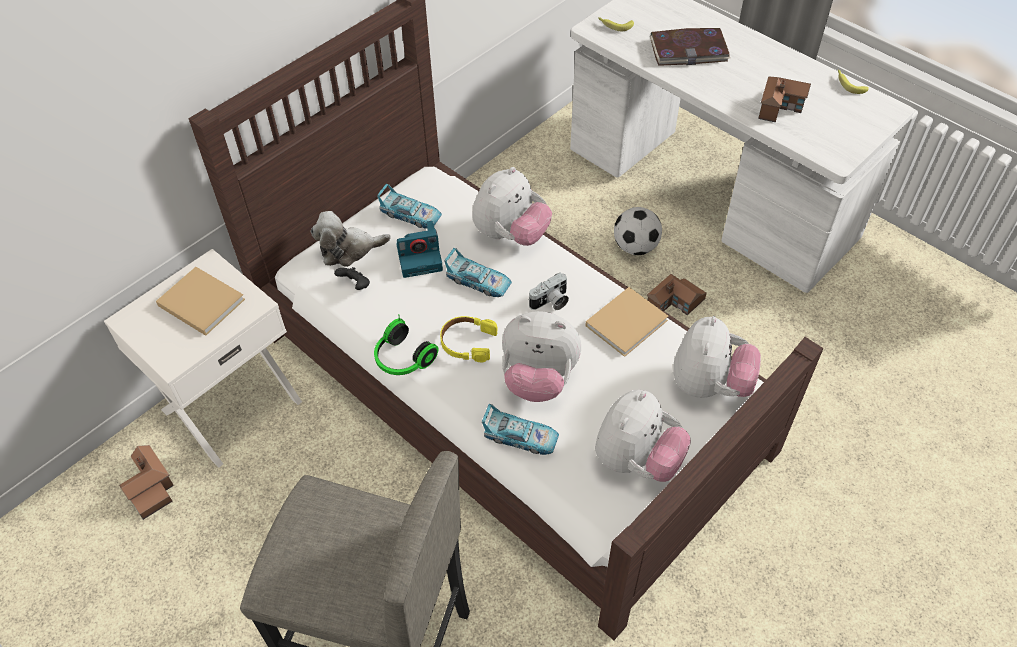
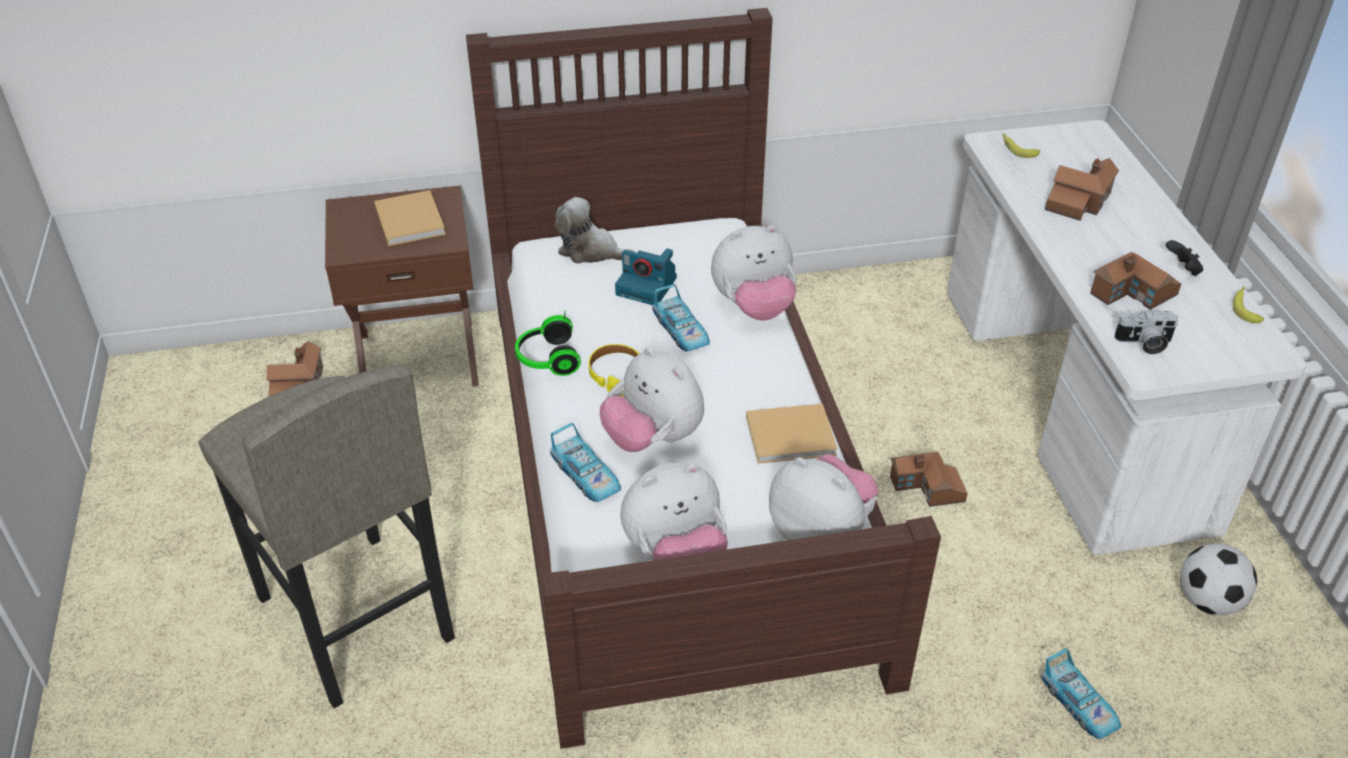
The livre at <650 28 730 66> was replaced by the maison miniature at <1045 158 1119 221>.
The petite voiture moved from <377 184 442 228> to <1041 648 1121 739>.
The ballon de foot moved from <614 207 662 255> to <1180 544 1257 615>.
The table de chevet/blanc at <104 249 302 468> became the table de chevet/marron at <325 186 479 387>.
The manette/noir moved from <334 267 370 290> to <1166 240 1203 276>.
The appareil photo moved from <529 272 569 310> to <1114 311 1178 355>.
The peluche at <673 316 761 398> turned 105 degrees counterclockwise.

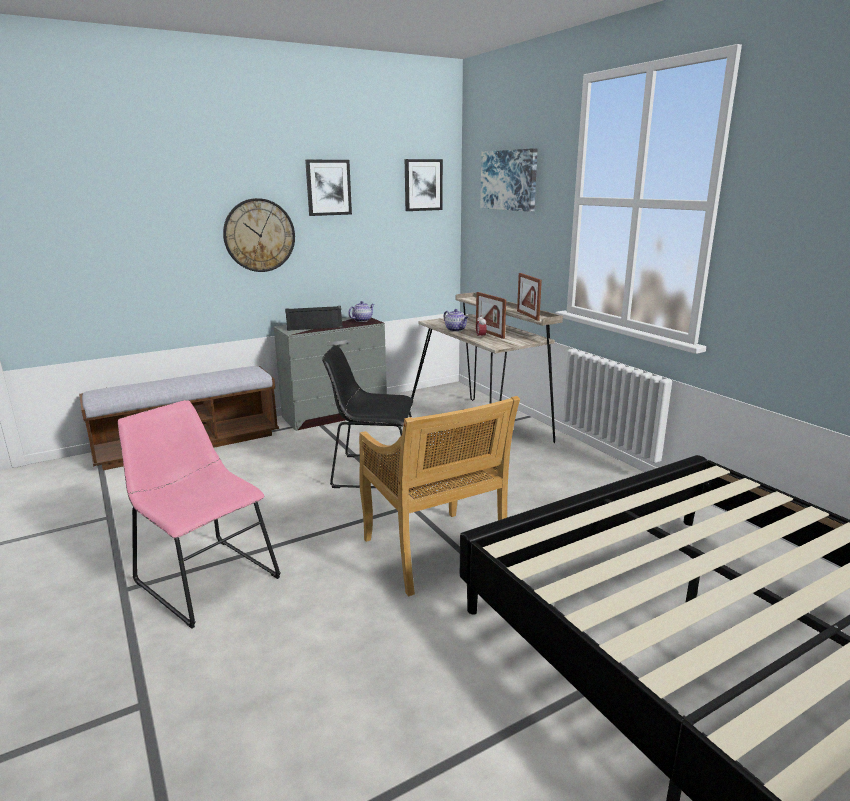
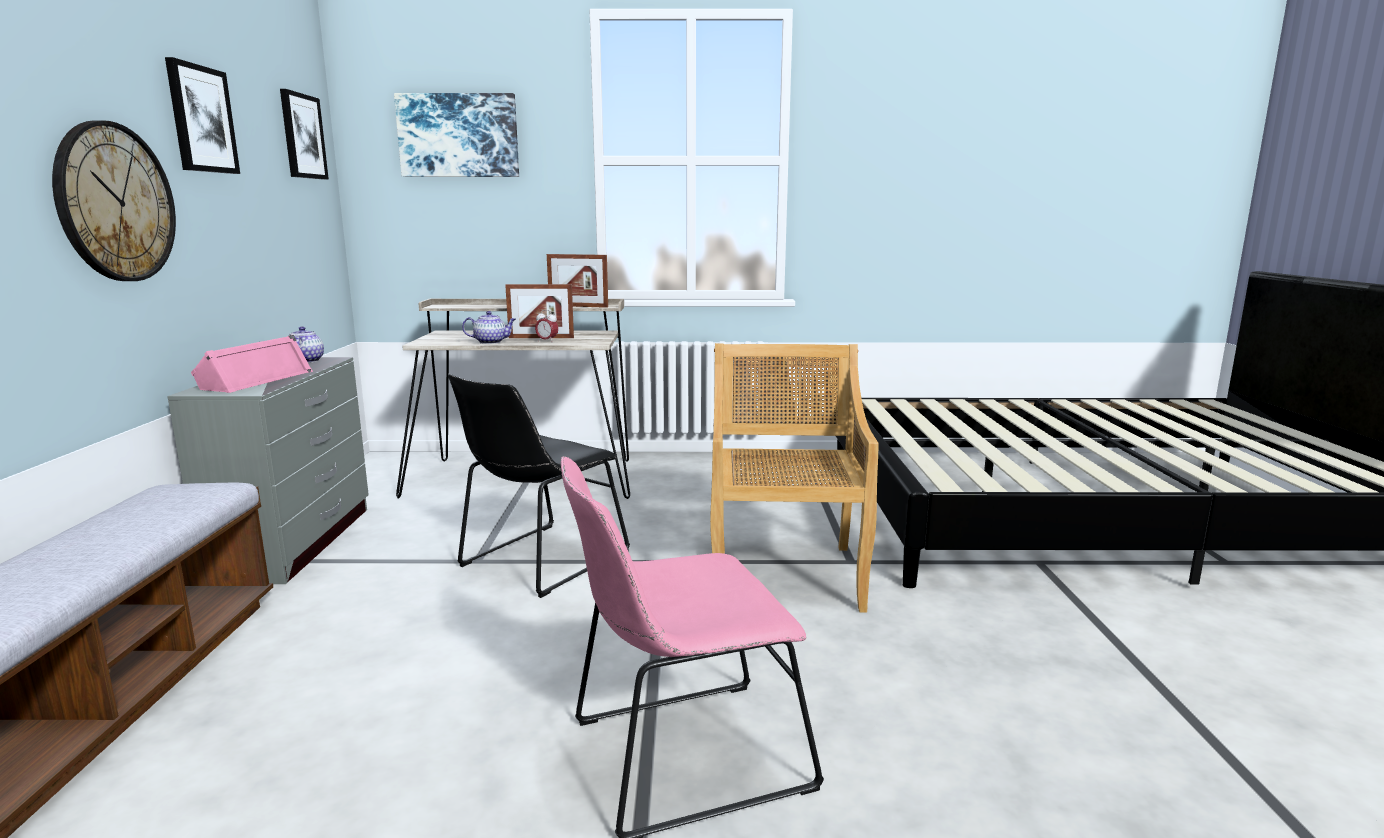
The enceinte/noir at <285 306 343 331> became the enceinte/rose at <191 335 313 393>.
The chaise/beige at <359 396 520 596> turned 90 degrees counterclockwise.

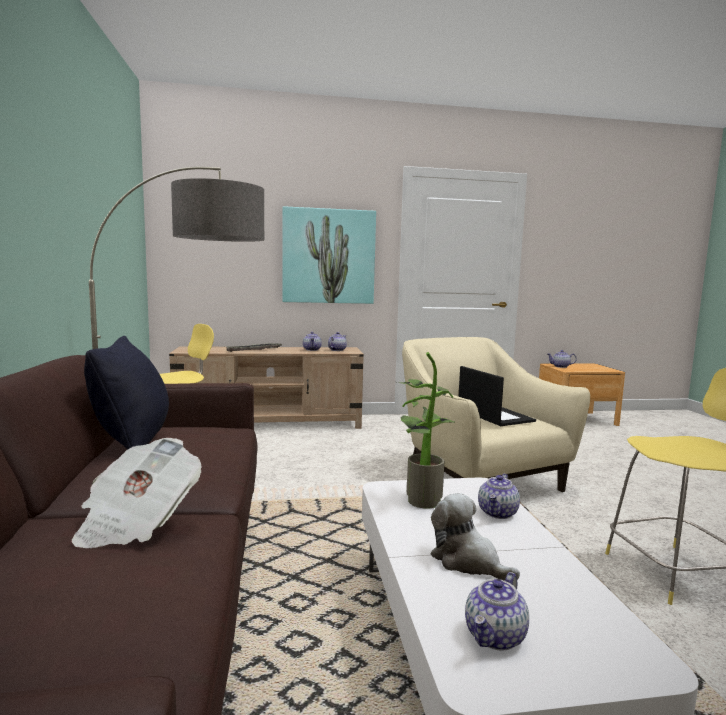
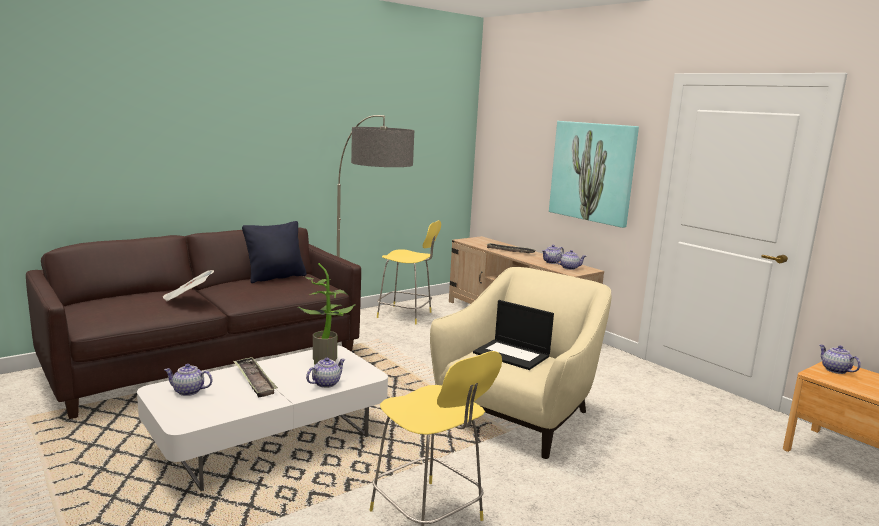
The ordinateur portable at <458 366 536 426> turned 90 degrees clockwise.
The théière at <478 474 520 519> turned 135 degrees clockwise.
The peluche at <430 493 520 581> was replaced by the plateau at <233 357 278 398>.

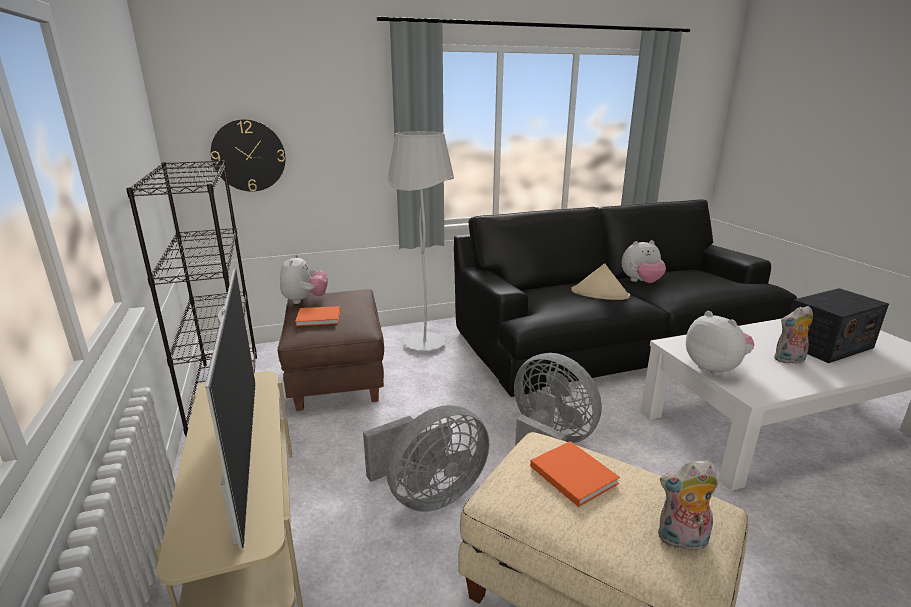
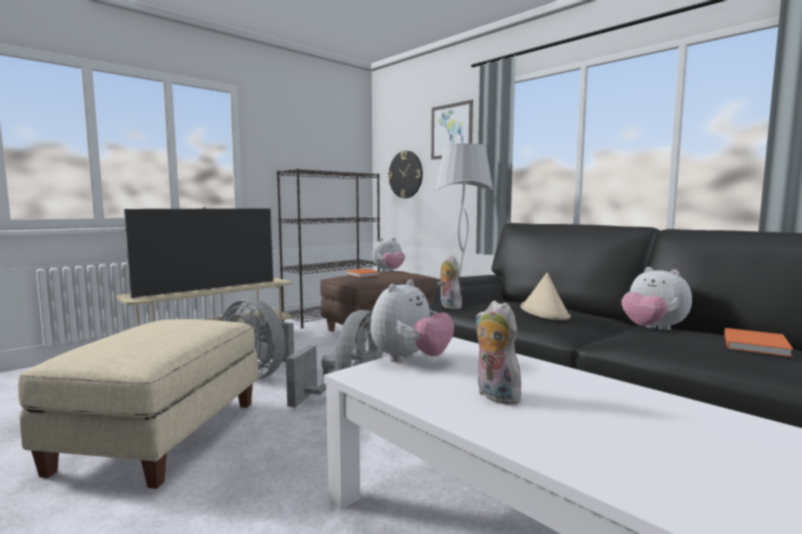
The radio at <790 288 889 363> disappeared.
The livre/orange moved from <530 441 620 507> to <724 328 793 357>.
The peluche moved from <658 460 719 551> to <439 255 462 309>.
The tableau at <431 100 473 160> appeared.

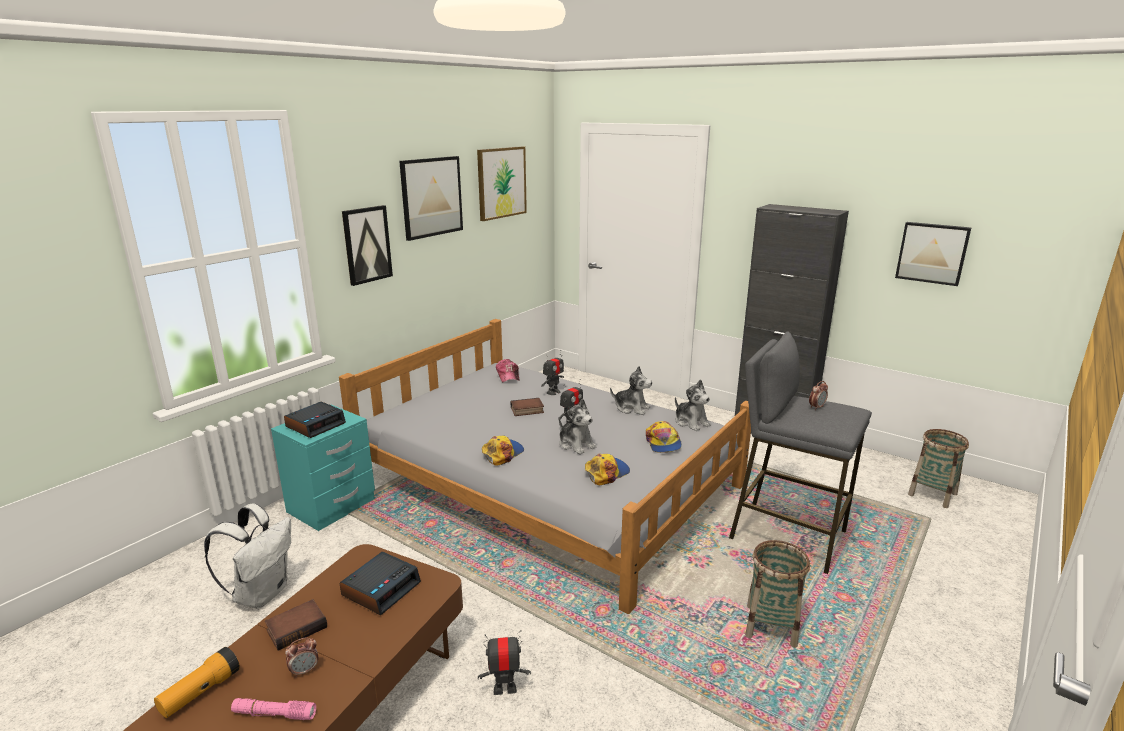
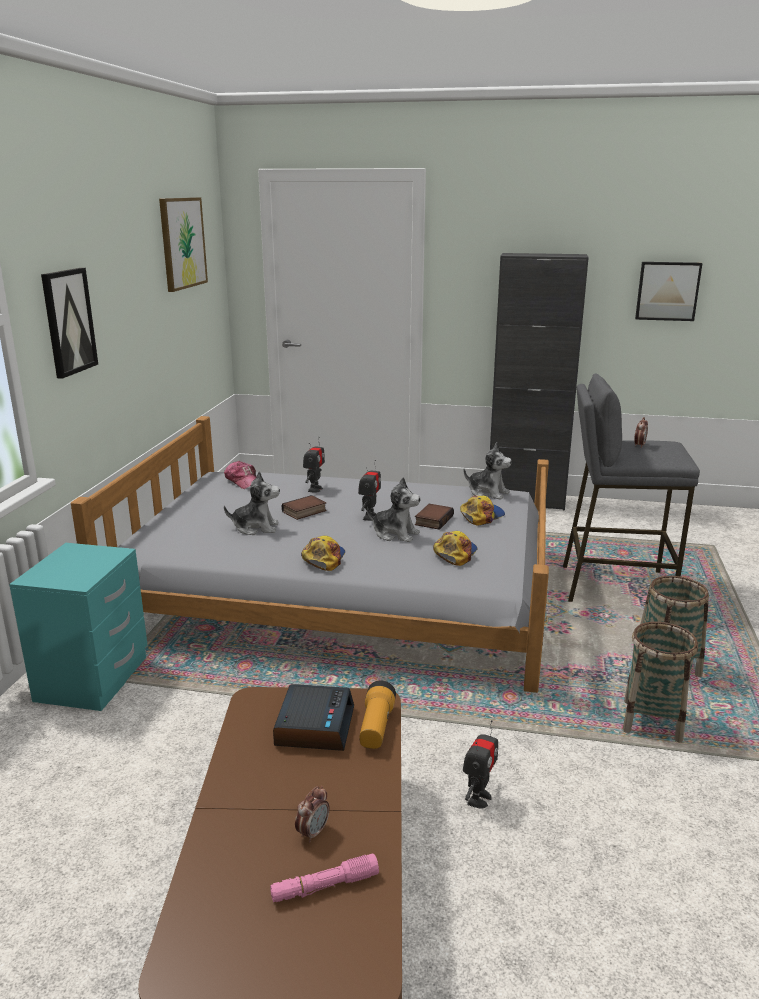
The tableau at <399 156 463 241> disappeared.
The peluche moved from <610 366 652 415> to <224 471 280 535>.
The réveil at <284 402 346 438> disappeared.
The casquette at <646 421 682 453> turned 105 degrees counterclockwise.
The panier moved from <908 429 969 508> to <623 622 698 743>.
The sac à dos/blanc at <204 503 291 609> disappeared.
The livre moved from <265 599 327 651> to <415 504 454 530>.
The robot jouet at <478 630 531 695> turned 150 degrees clockwise.
The lampe de poche moved from <154 647 240 718> to <359 680 396 749>.

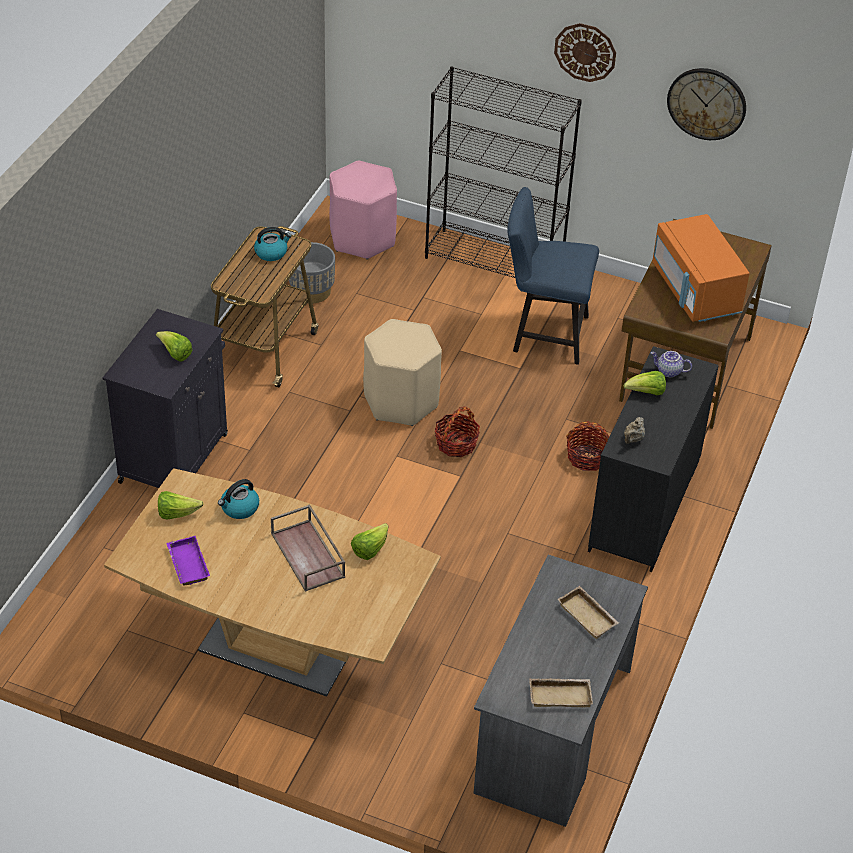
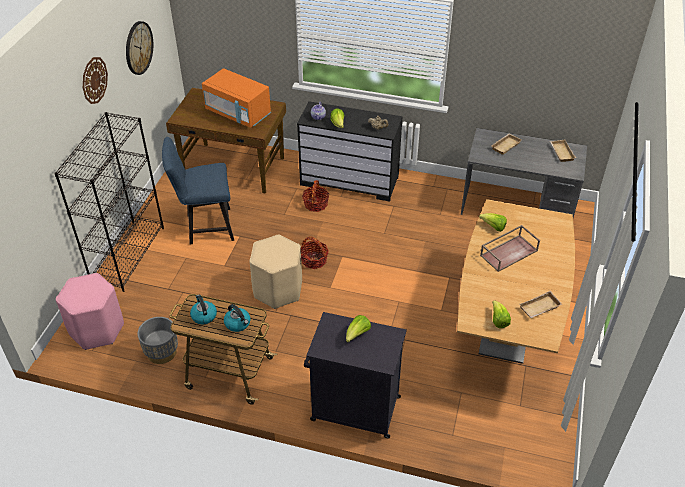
The chaise/bleu at <507 187 599 365> turned 75 degrees clockwise.
The micro-ondes/orange at <652 214 749 322> turned 60 degrees clockwise.
The bouilloire moved from <218 479 259 519> to <224 304 251 332>.
The plateau/violet at <166 536 210 586> became the plateau/beige at <519 291 562 318>.

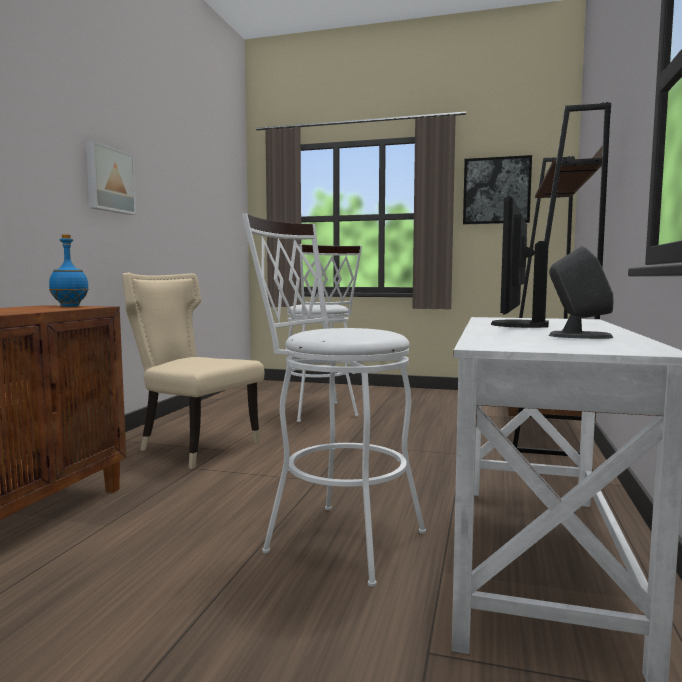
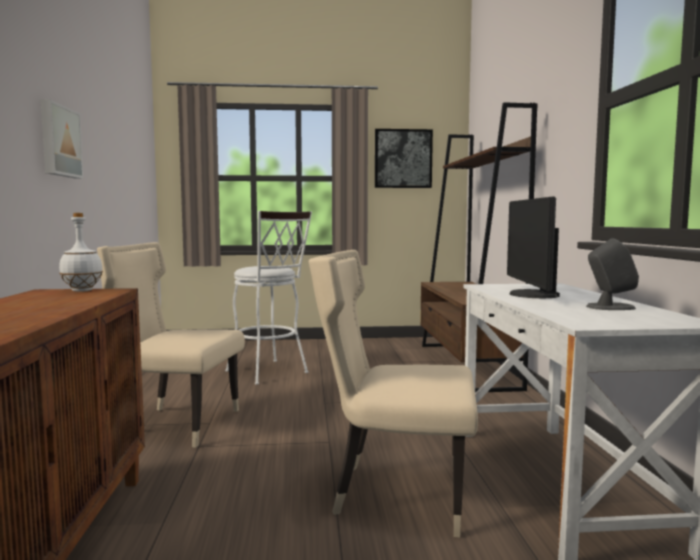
The tabouret/blanc at <242 213 426 587> was replaced by the chaise/beige at <309 250 478 538>.
The bouteille/bleu at <49 234 89 307> became the bouteille/blanc at <59 213 103 292>.

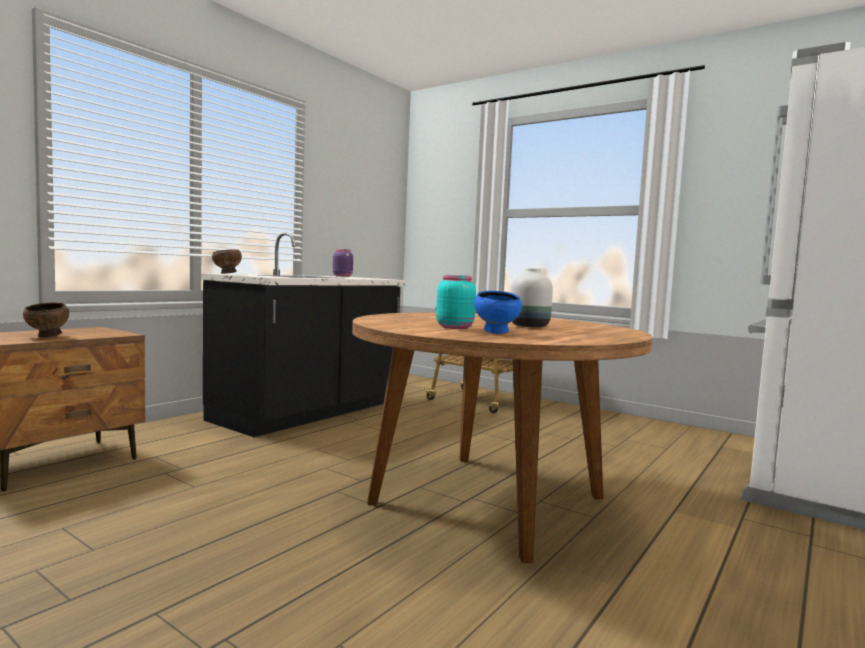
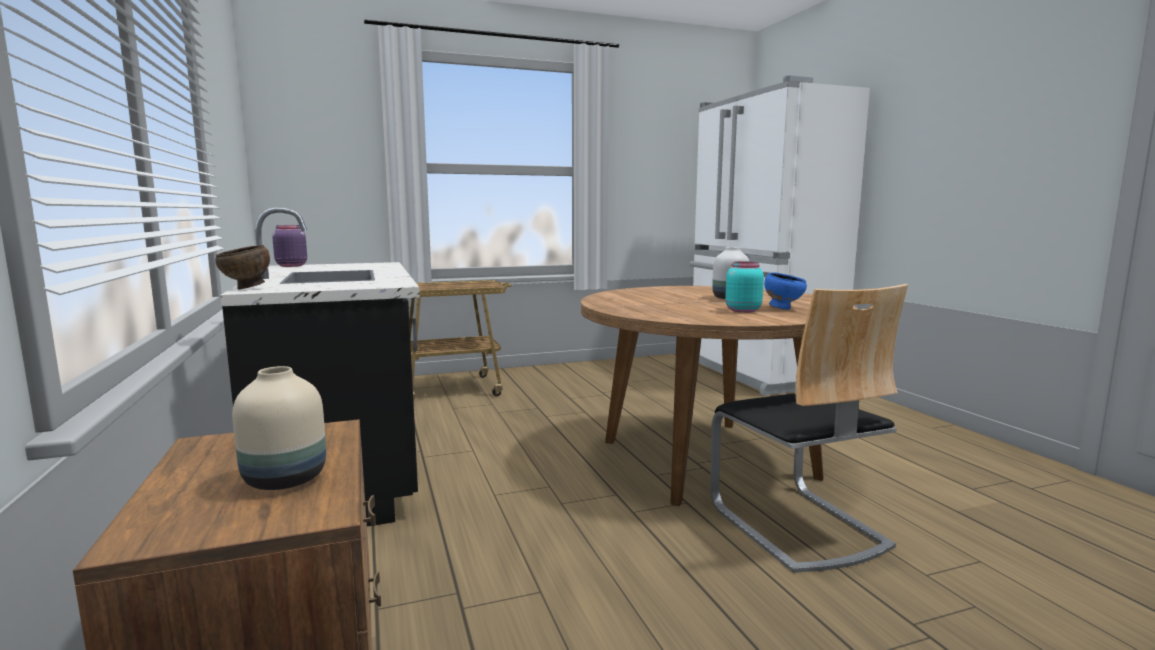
The bol/marron at <23 303 69 338> was replaced by the vase/beige at <232 366 326 490>.
The chaise at <710 284 908 573> appeared.

